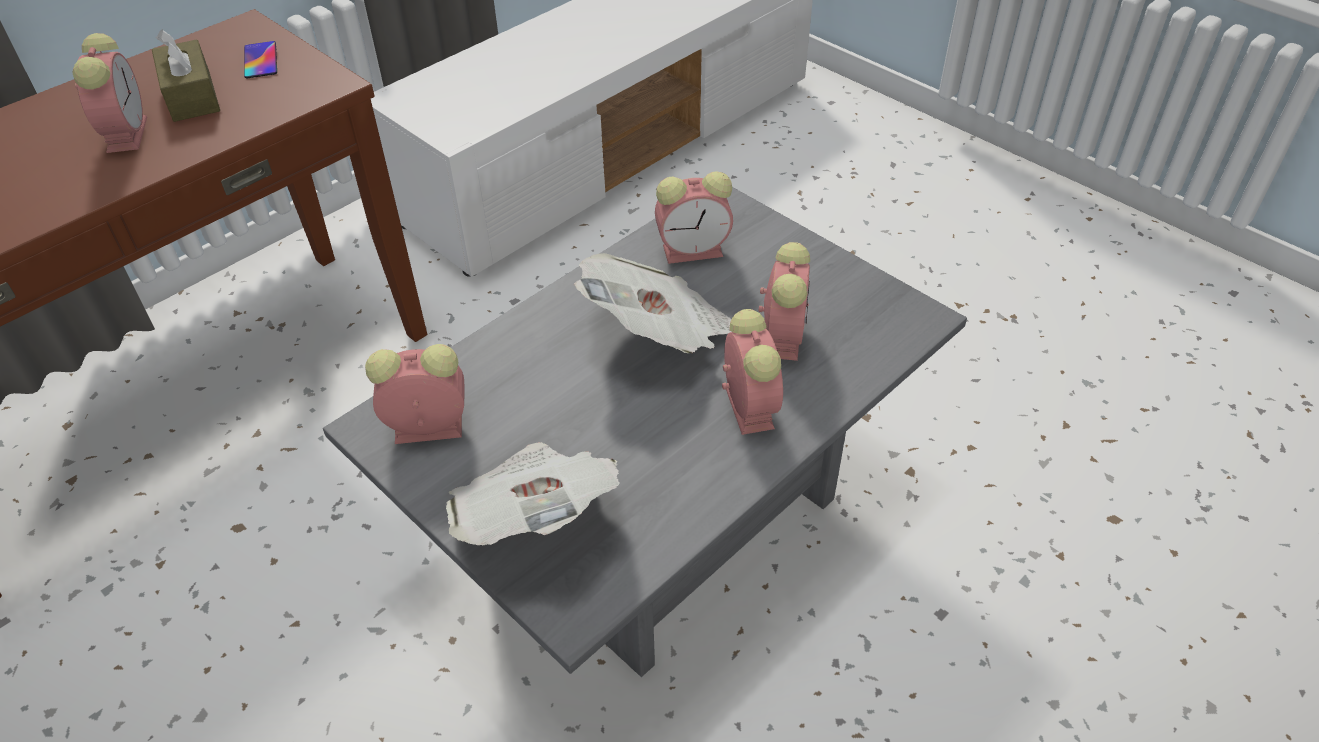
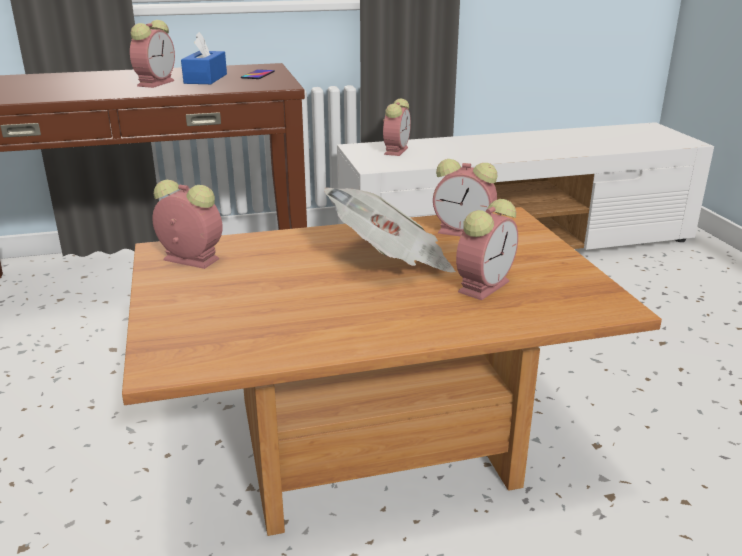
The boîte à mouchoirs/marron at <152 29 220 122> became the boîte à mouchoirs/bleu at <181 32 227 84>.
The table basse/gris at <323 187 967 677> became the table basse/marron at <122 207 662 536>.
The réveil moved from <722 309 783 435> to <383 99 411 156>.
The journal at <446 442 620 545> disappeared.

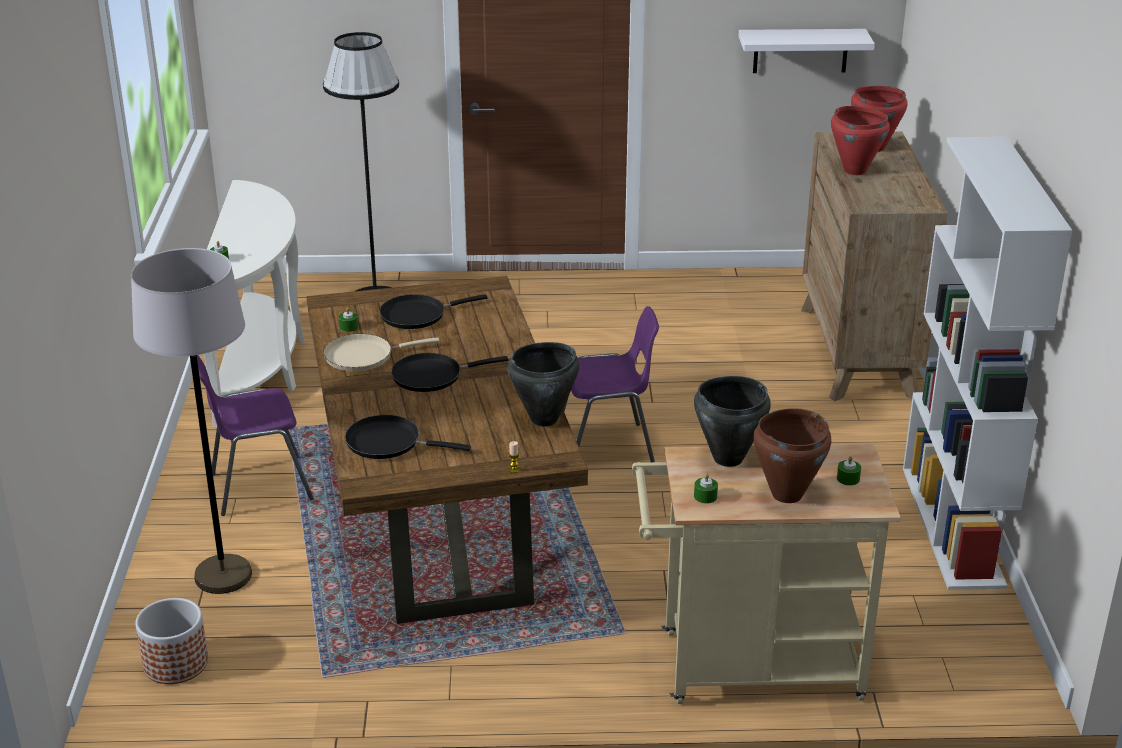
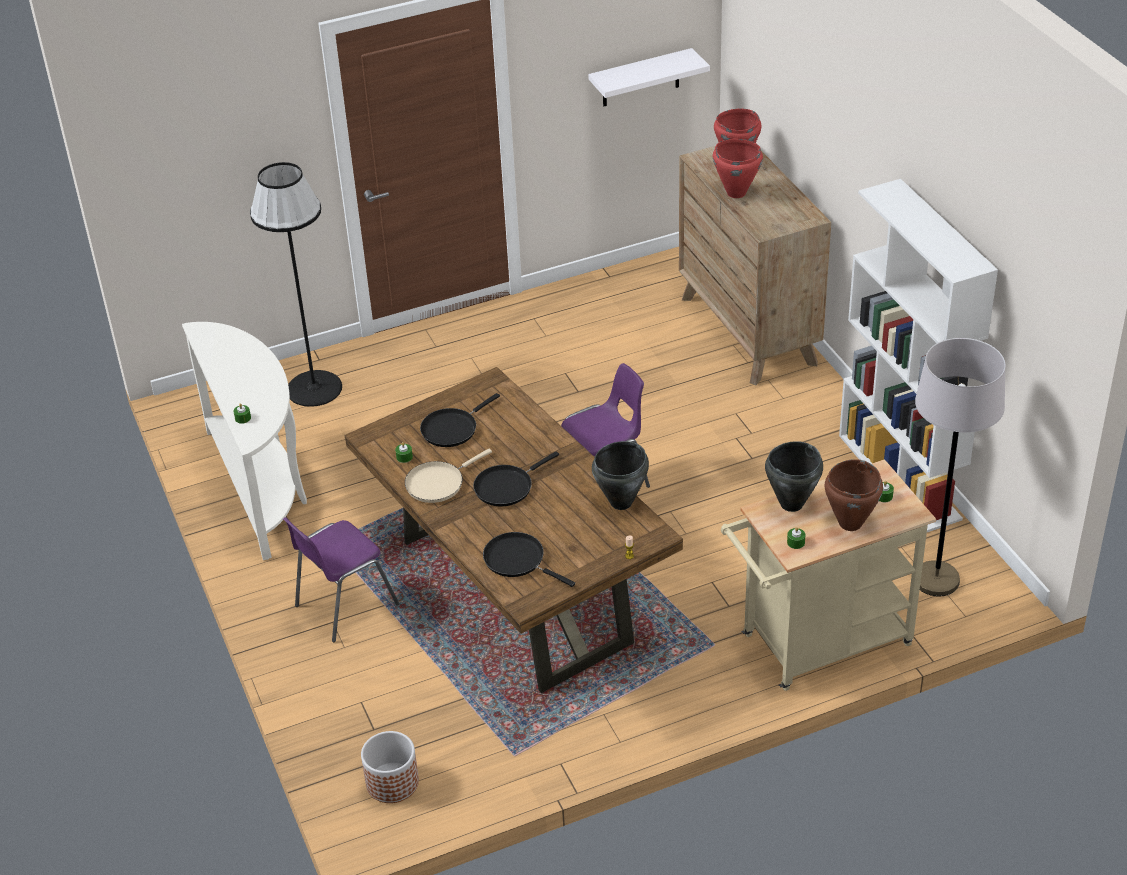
The lampadaire/gris moved from <131 248 252 594> to <915 338 1006 596>.
The poêle/noir at <345 415 471 459> turned 45 degrees clockwise.

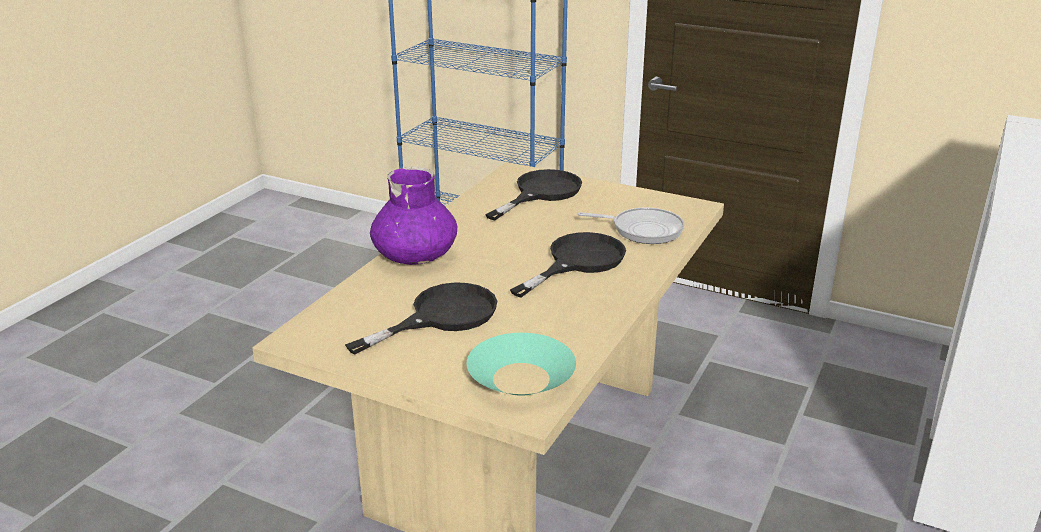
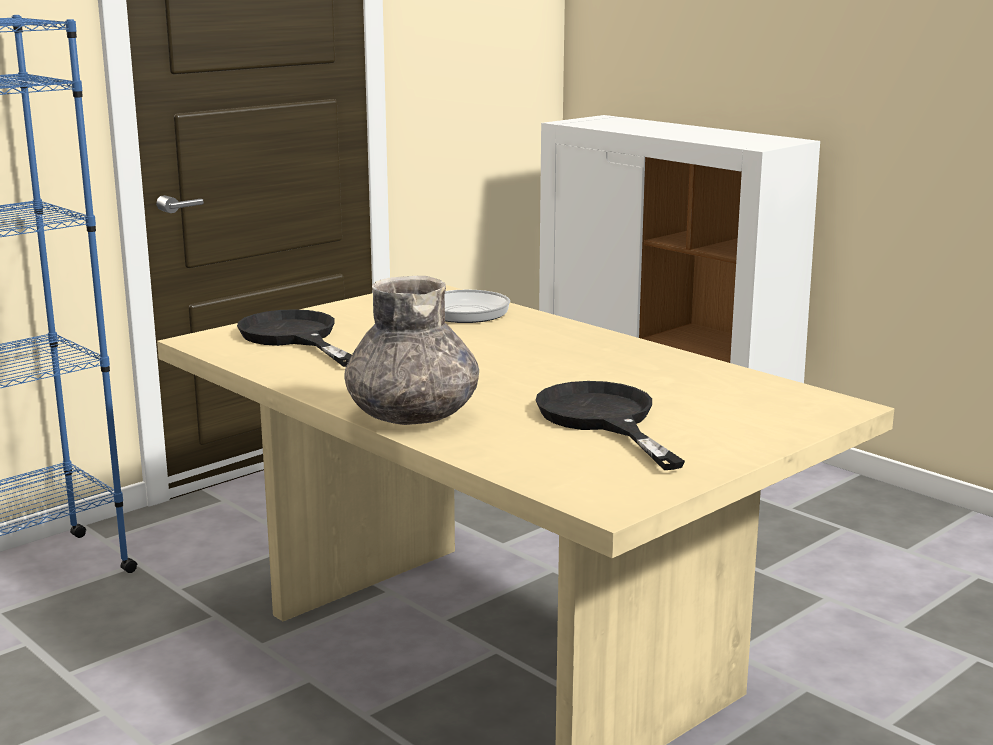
The vase/violet at <370 167 457 265> became the vase/gris at <345 276 479 425>.
The poêle/noir at <510 232 626 297> disappeared.
The bol/turquoise at <467 333 576 396> disappeared.

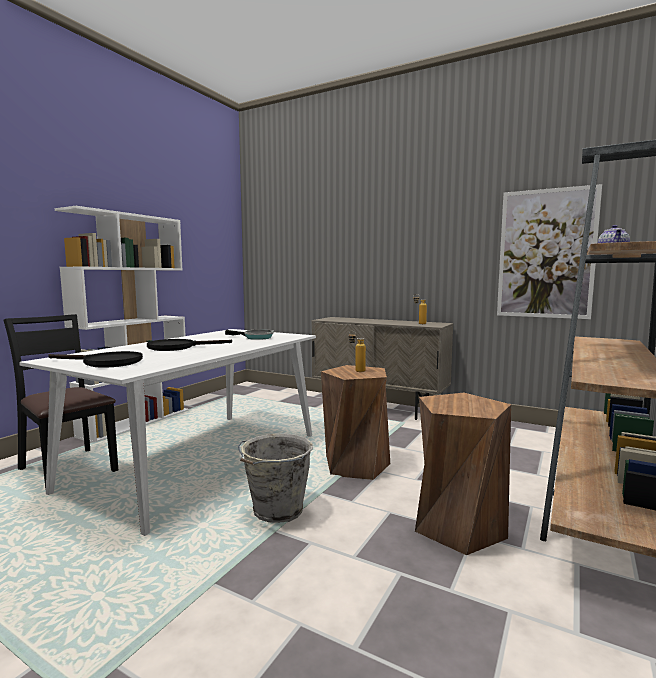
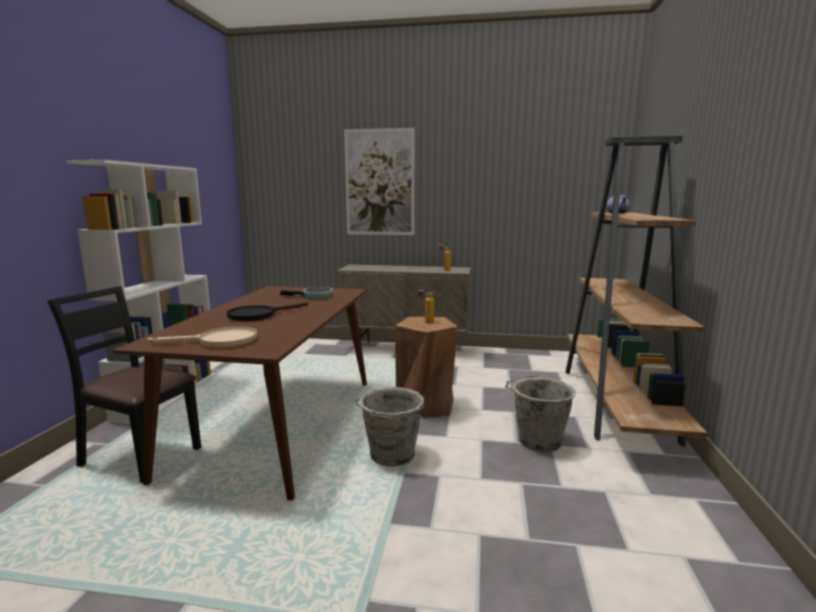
The tableau moved from <497 184 602 319> to <344 128 415 235>.
The table à manger/blanc at <19 329 316 536> became the table à manger/marron at <113 286 367 501>.
The poêle/noir at <48 351 143 368> became the poêle/beige at <148 326 257 348>.
The tabouret/marron at <415 393 511 555> was replaced by the seau/gris at <505 376 576 452>.

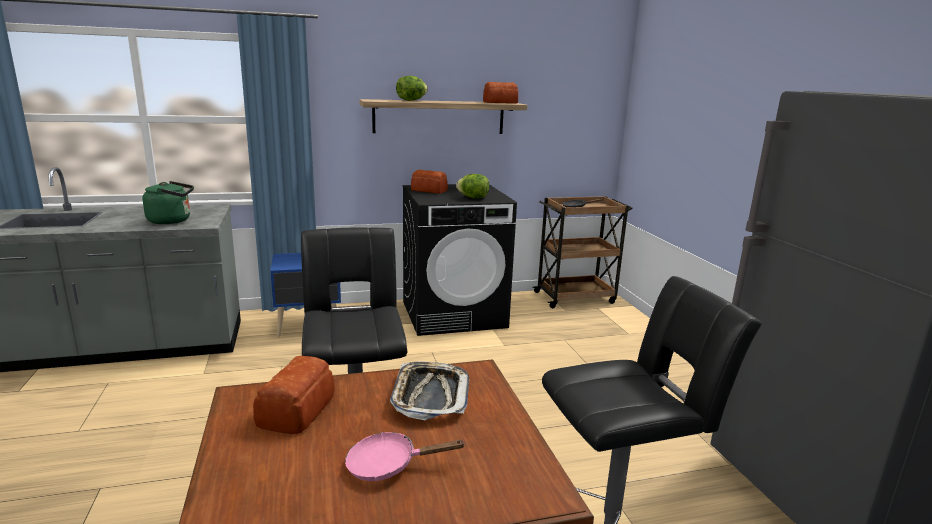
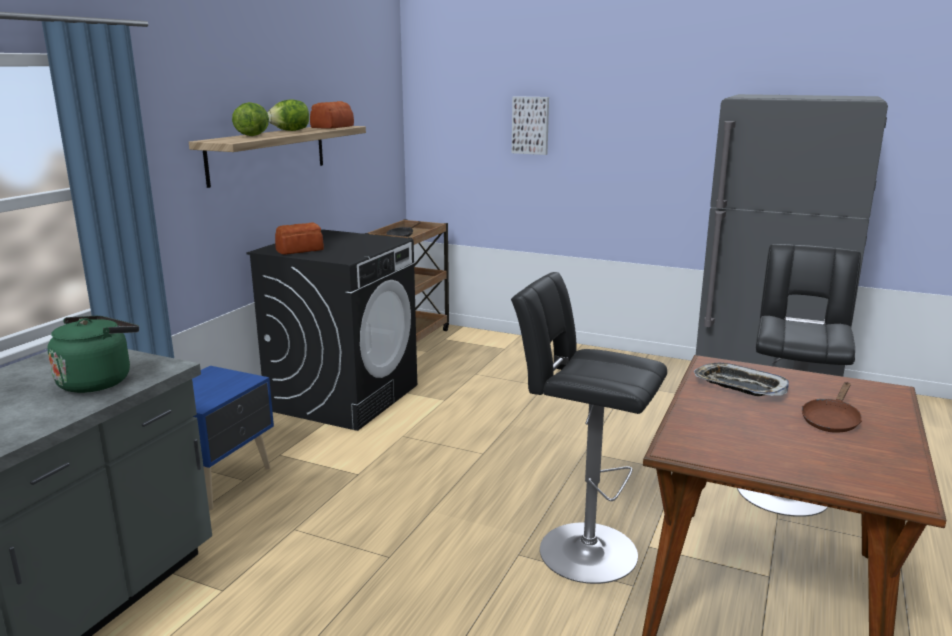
The laitue moved from <456 174 489 198> to <267 100 309 131>.
The pain at <253 356 335 434> disappeared.
The poêle/rose at <345 432 466 481> became the poêle/marron at <802 382 862 433>.
The tableau at <512 96 549 155> appeared.

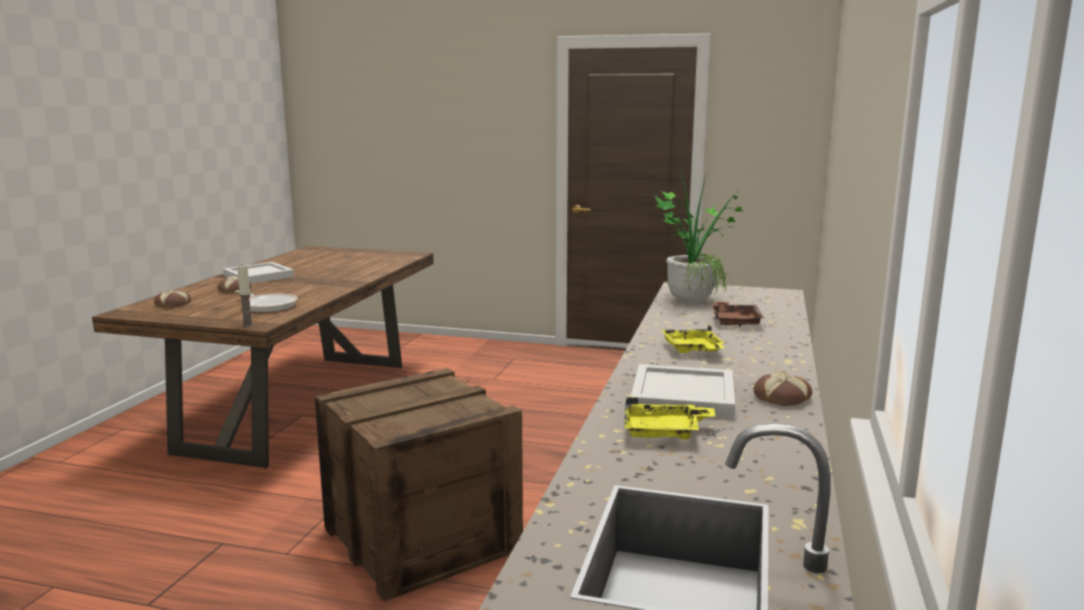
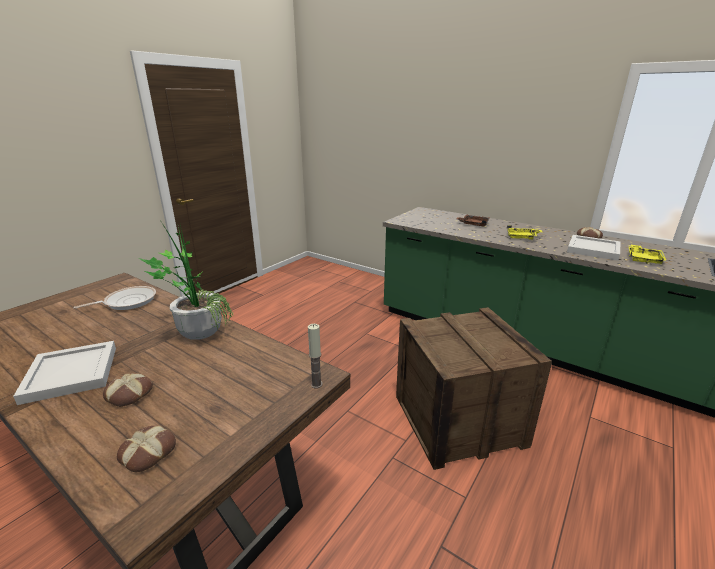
The plante en pot moved from <654 166 743 302> to <139 225 234 340>.
The poêle moved from <234 290 298 312> to <73 286 156 310>.

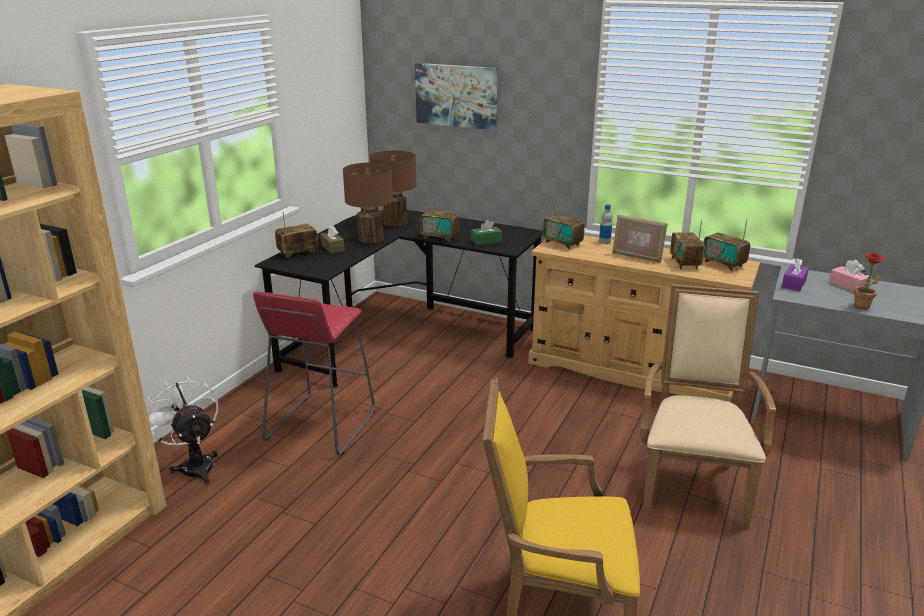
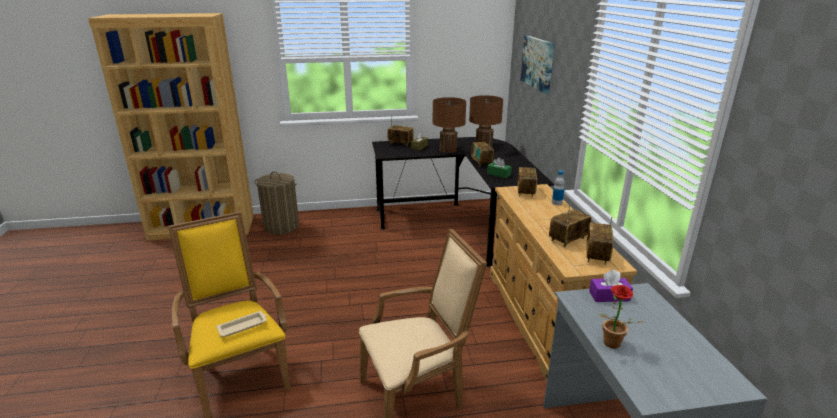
The cadre photo at <612 214 667 263> disappeared.
The boîte à mouchoirs/rose at <829 260 872 292> disappeared.
The tabouret/rouge at <253 291 375 456> disappeared.
The ventilateur/blanc at <148 376 218 484> was replaced by the panier à linge at <255 171 299 235>.
The plateau/beige at <216 311 267 337> appeared.

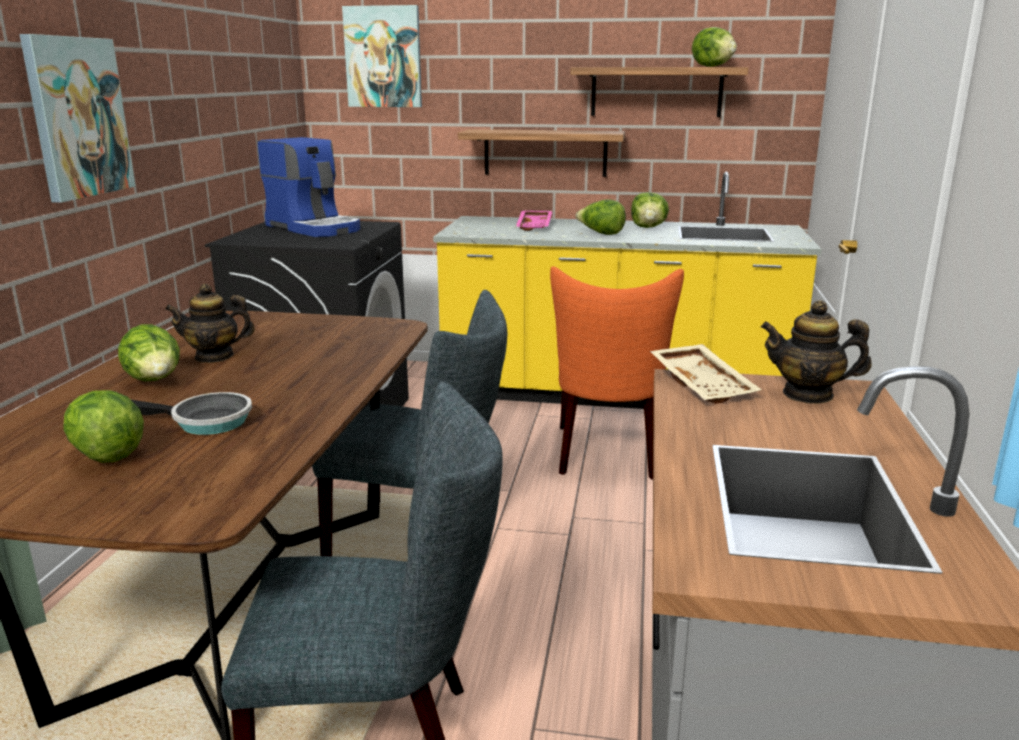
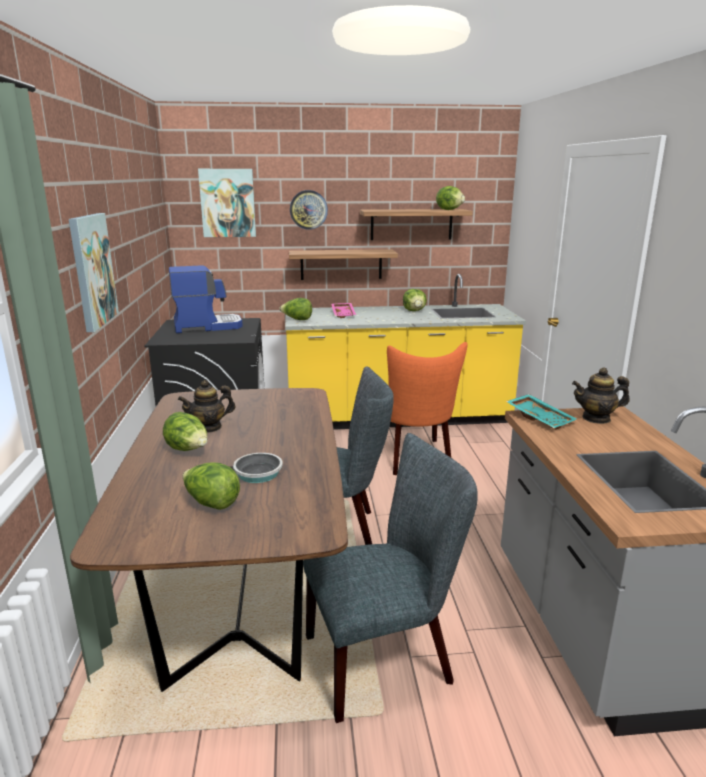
The machine à café at <257 137 360 237> turned 45 degrees counterclockwise.
The laitue moved from <576 199 626 235> to <279 298 312 320>.
The plateau/beige at <650 344 762 404> became the plateau/turquoise at <506 394 577 429>.
The horloge murale at <290 190 328 230> appeared.

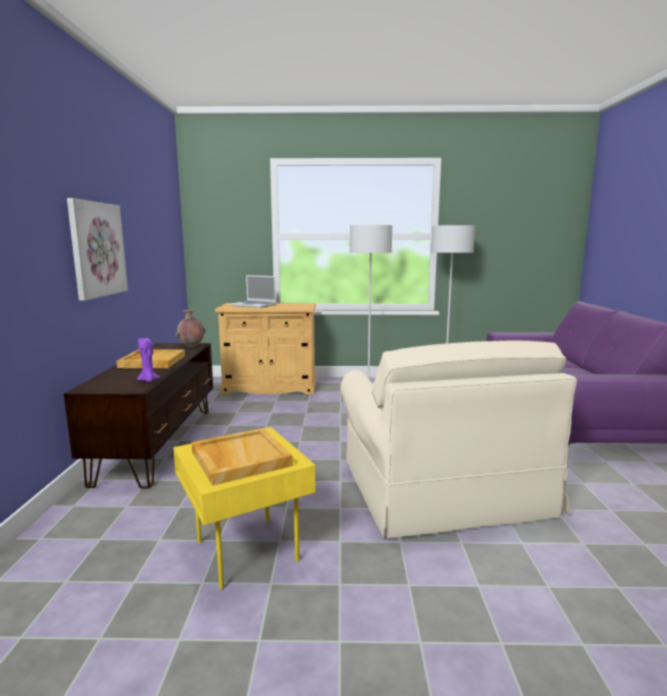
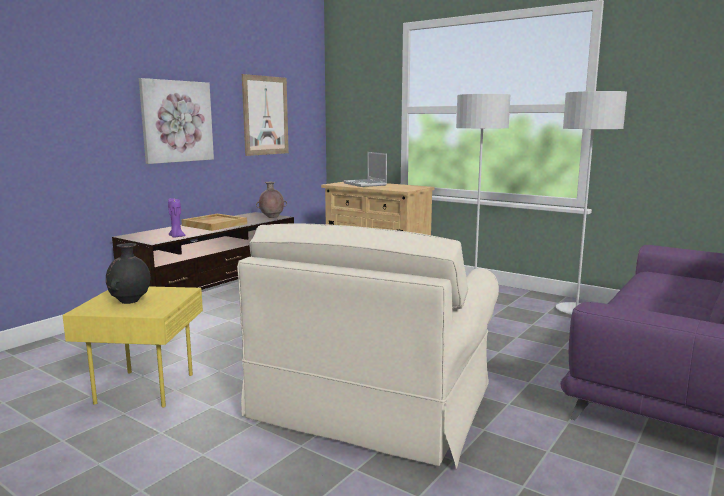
The plateau/beige at <191 428 293 486> was replaced by the vase/noir at <106 243 150 304>.
The tableau at <242 74 289 156> appeared.

